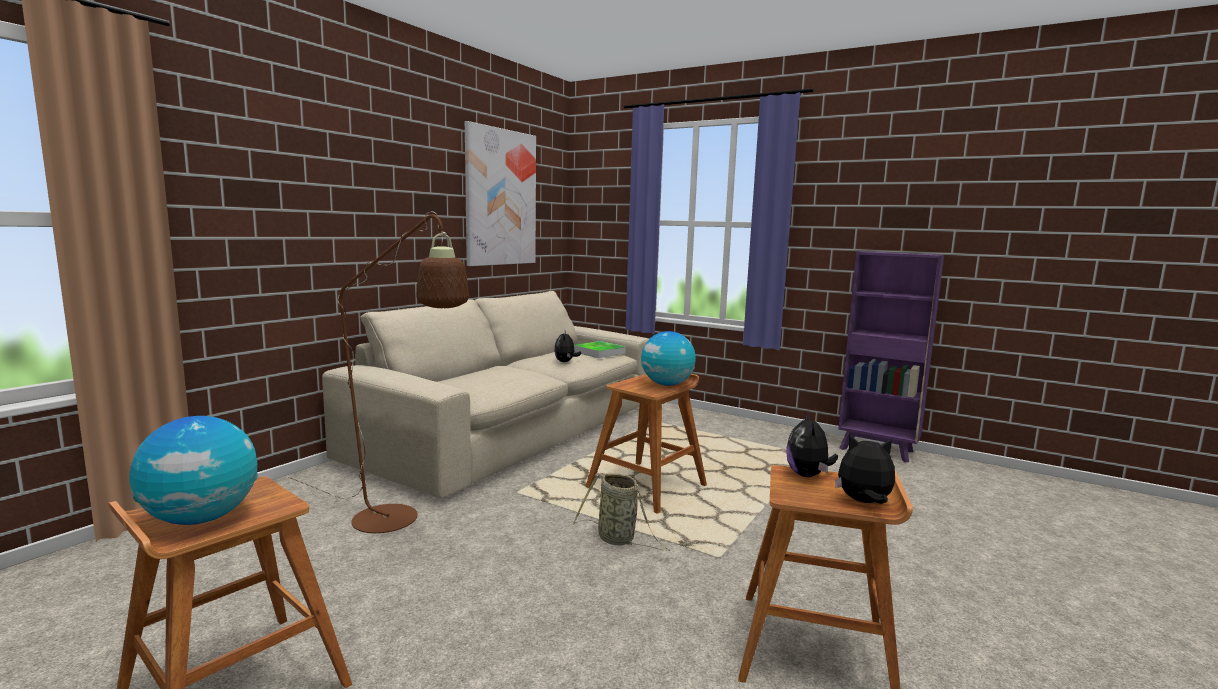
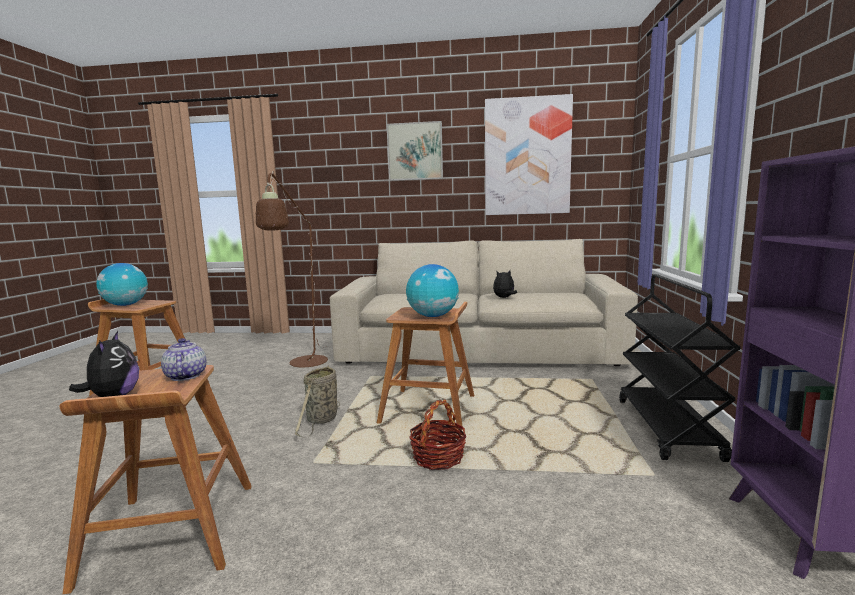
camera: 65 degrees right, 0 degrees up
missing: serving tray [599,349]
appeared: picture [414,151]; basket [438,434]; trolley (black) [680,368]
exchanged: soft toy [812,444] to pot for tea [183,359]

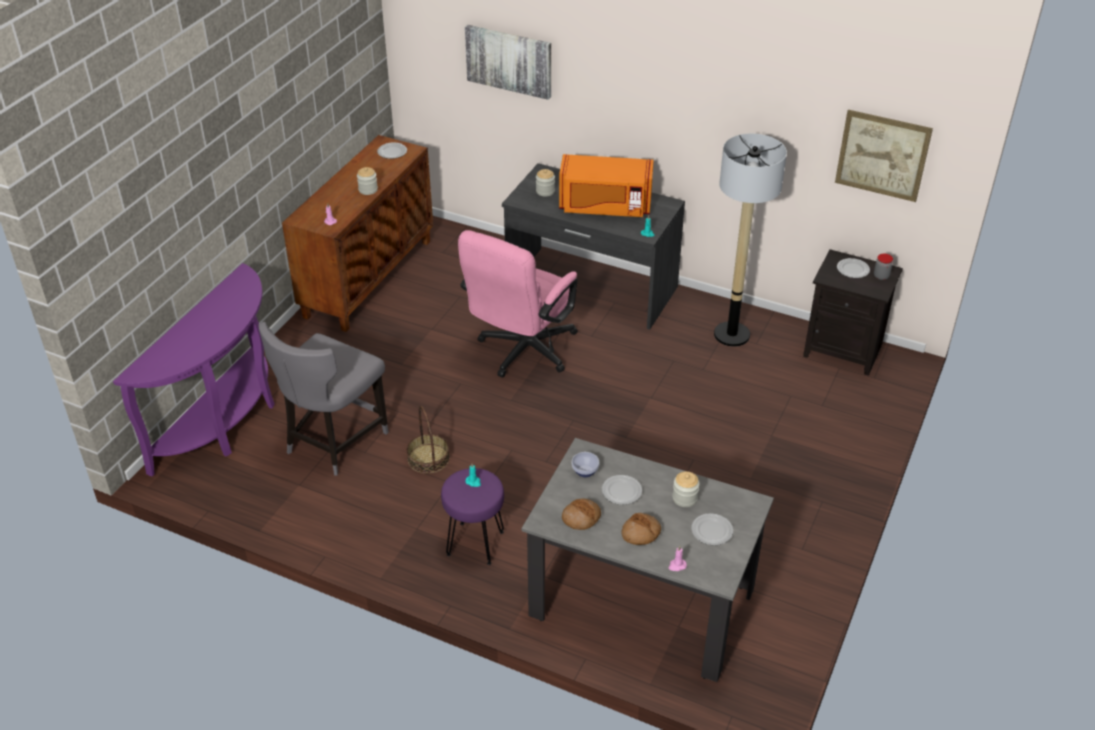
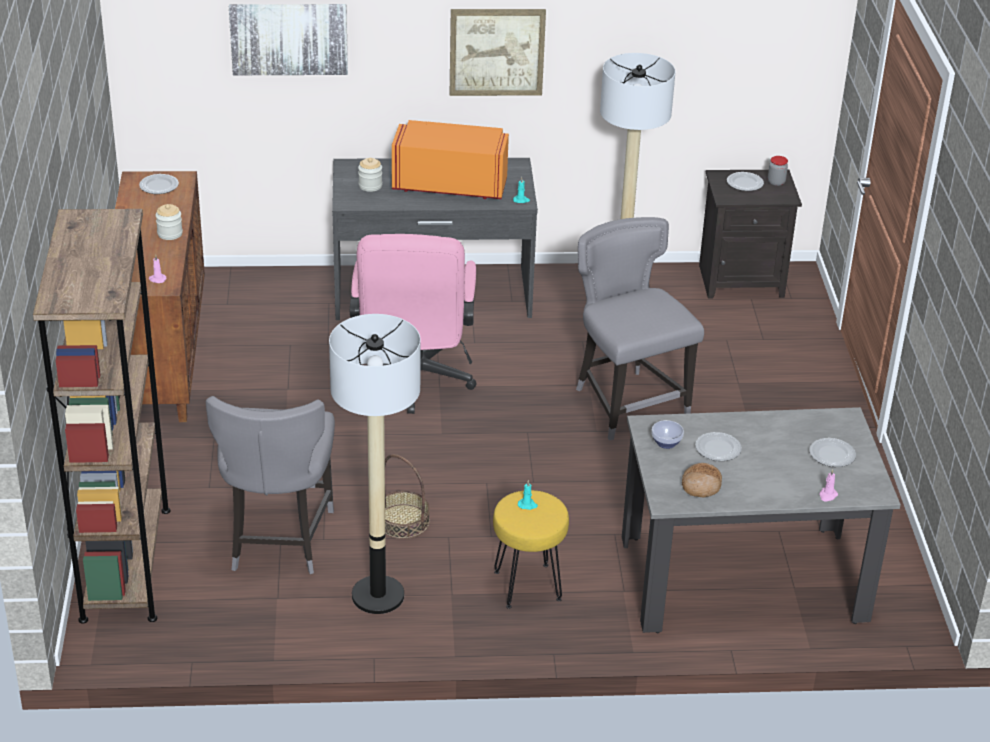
camera: 30 degrees left, 5 degrees down
missing: bread [641,529]; preserve jar [686,489]
appeared: standard lamp [375,464]; upright chair (gray) [640,329]
relocated: picture [884,156] to [498,52]
exchanged: hall table (purplish) [194,369] to shelving unit (brownish) [102,416]
colour: sitting stool (purplish) [472,516] to sitting stool (yellowish) [531,549]
spun: kitchen microwave (orange-coloured) [606,185] = [450,159] 150 degrees counterclockwise

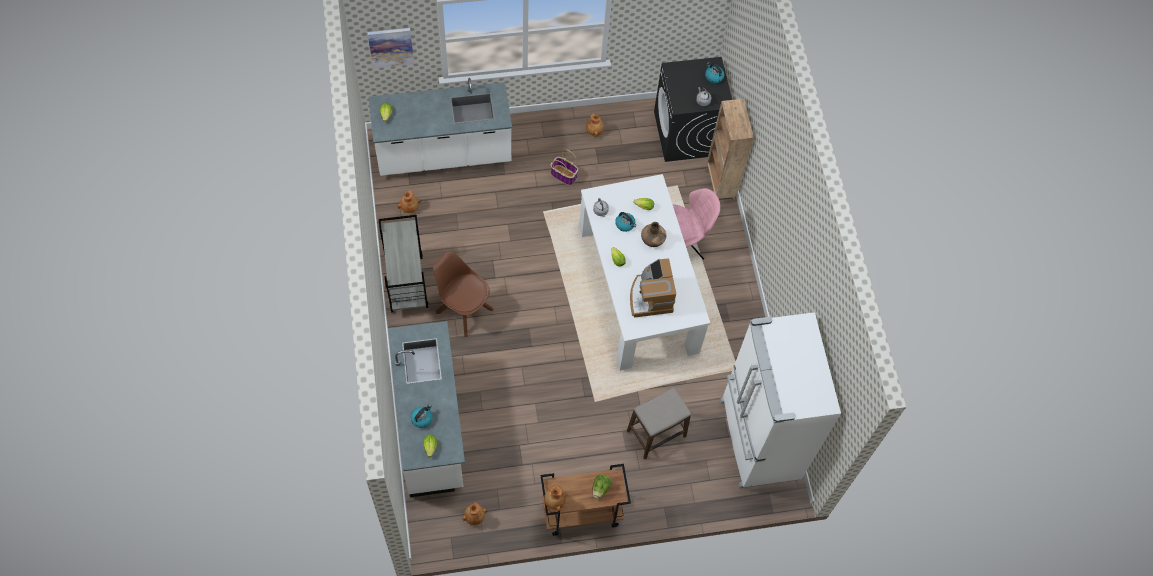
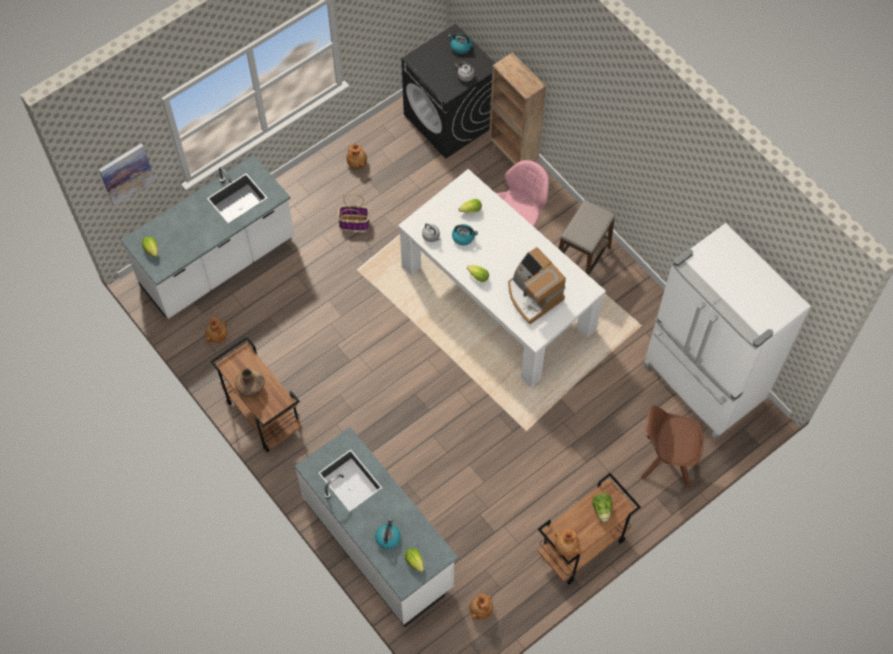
camera: 25 degrees left, 0 degrees up
relocated: upright chair (brownish) [463,294] to [672,446]; sitting stool [659,423] to [587,237]; vase (brownish) [653,234] to [250,382]
colour: trolley (gray) [403,263] to trolley (brownish) [256,394]

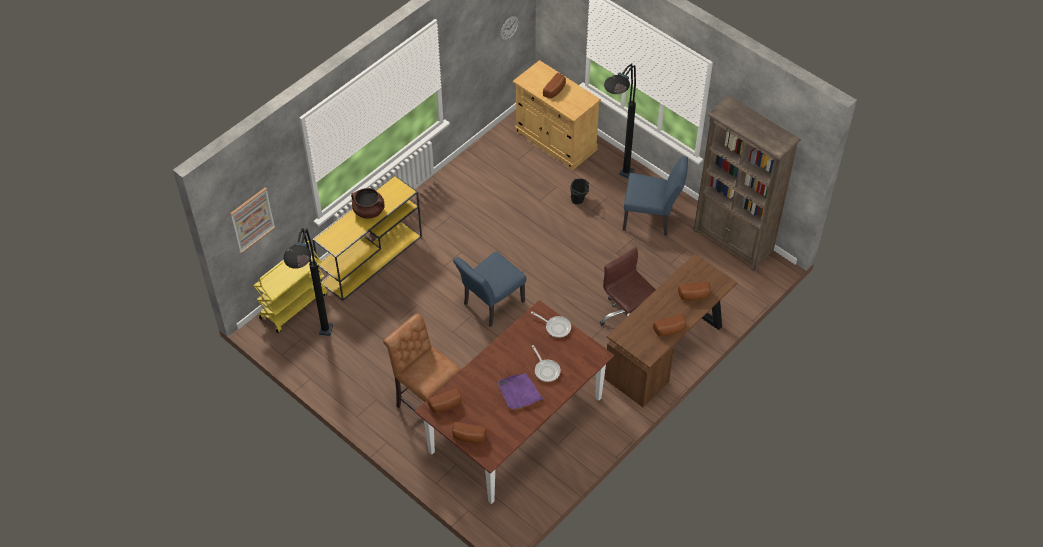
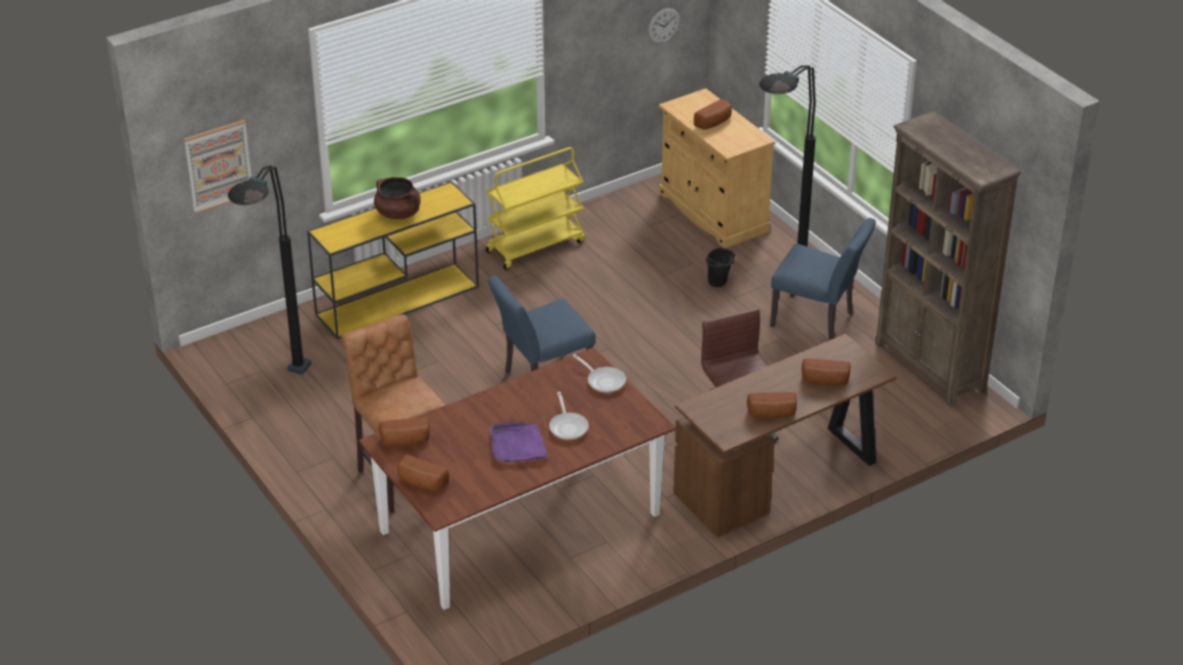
camera: 15 degrees right, 15 degrees down
relocated: trolley (yellowish) [291,287] to [535,208]

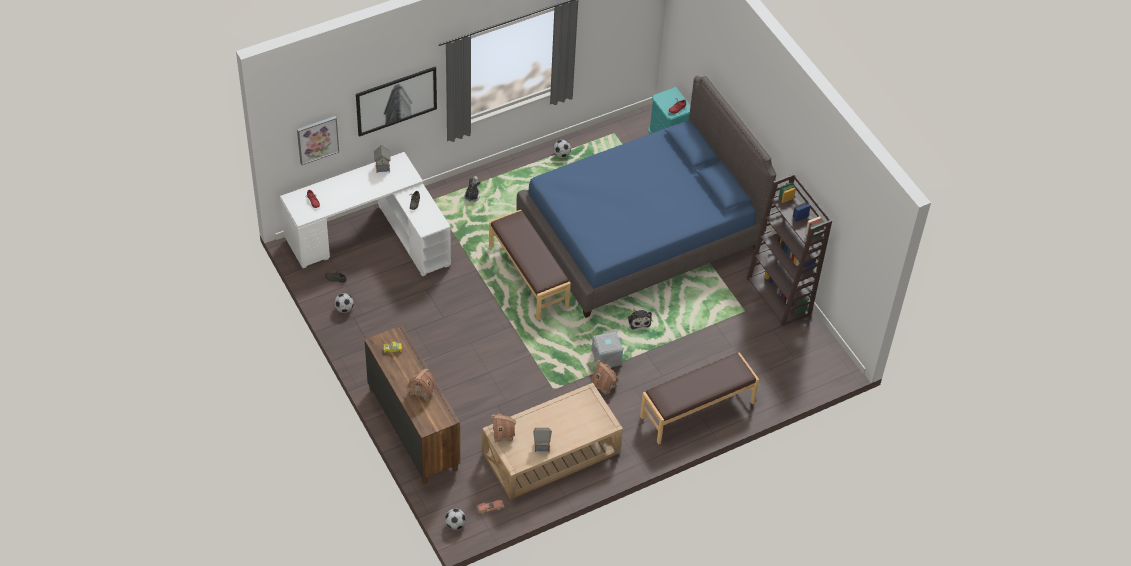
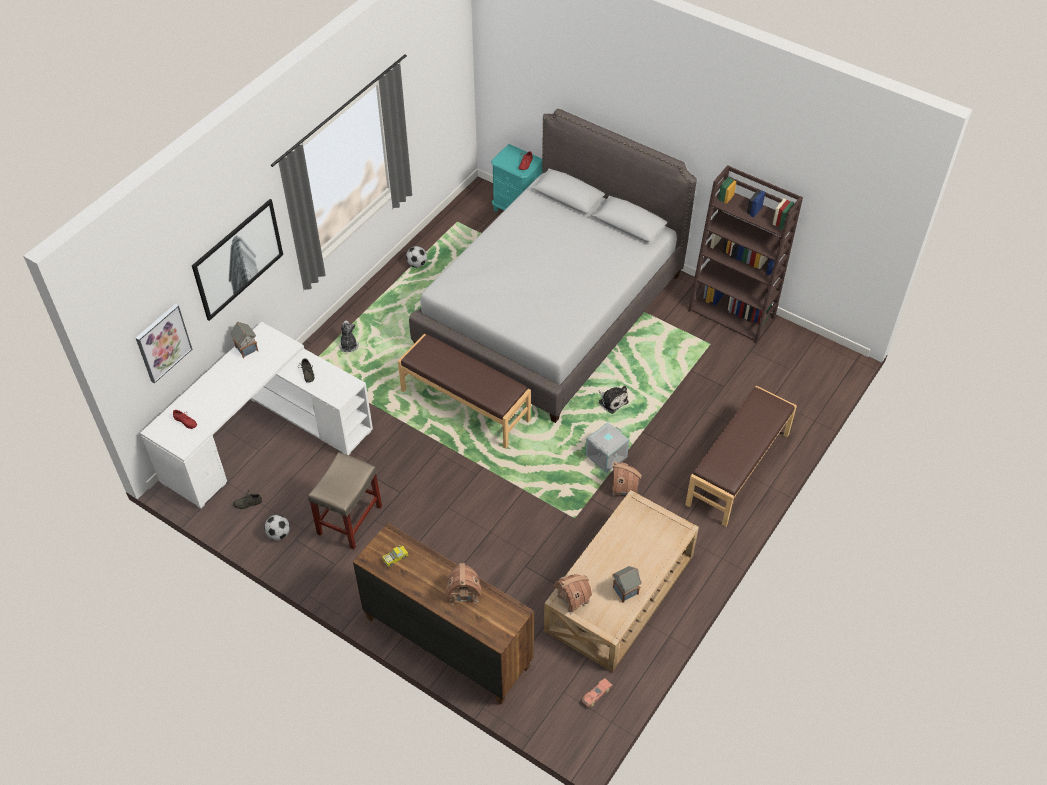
camera: 25 degrees left, 0 degrees up
missing: football [455,519]
appeared: sitting stool (sand-coloured) [345,501]
colour: bedroom bed (blue) [646,197] to bedroom bed (gray) [553,266]

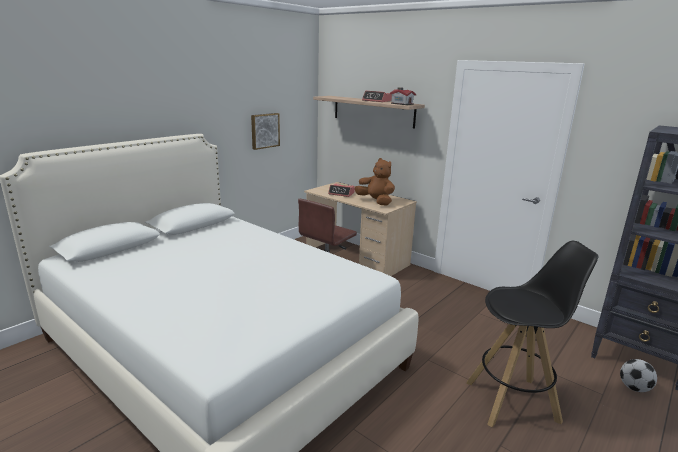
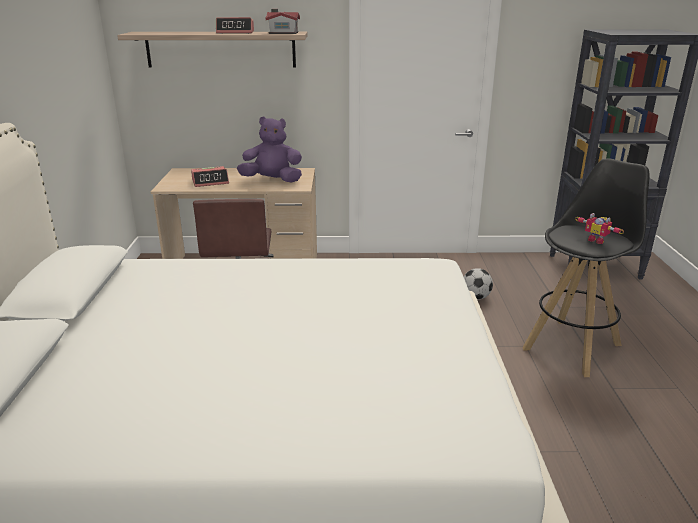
camera: 40 degrees left, 5 degrees up
missing: picture [265,131]
appeared: robot figure [599,228]
relocated: football [638,375] to [478,284]
colour: soft toy (brownish) [375,181] to soft toy (purplish) [269,149]

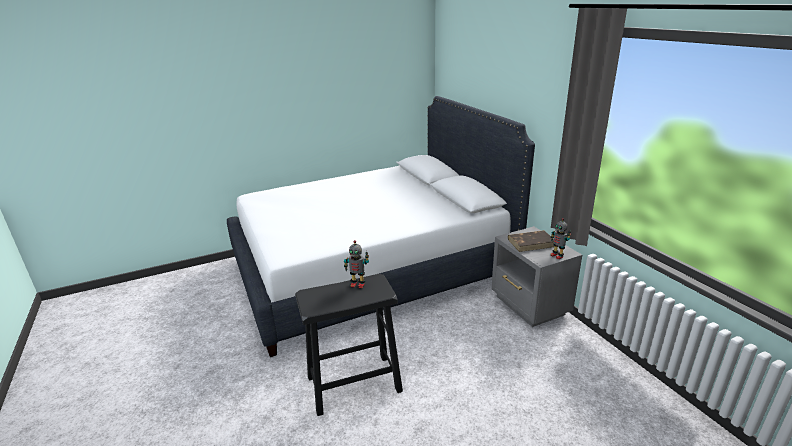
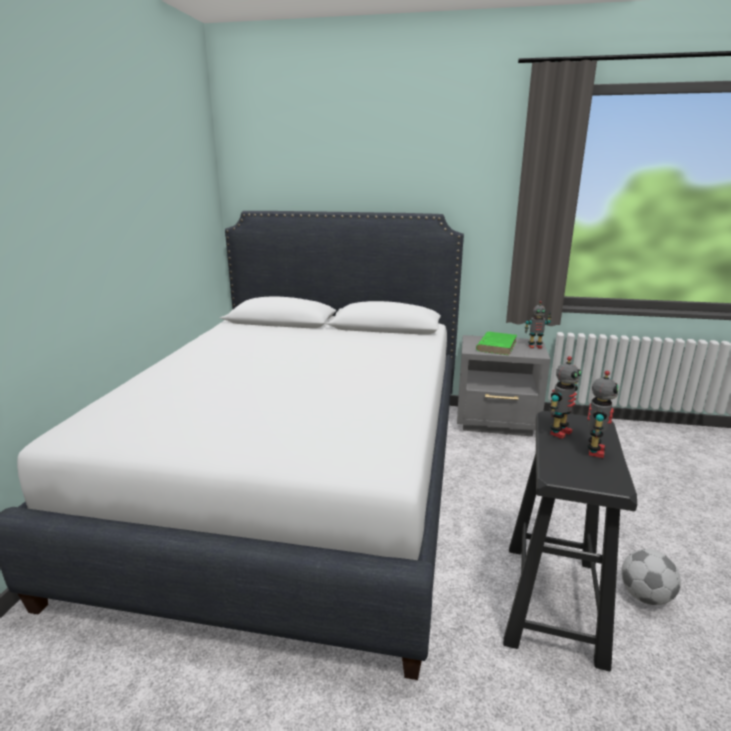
camera: 55 degrees left, 5 degrees down
appeared: robot figure [602,414]; football [651,577]
colour: book (brownish) [531,241] to book (greenish) [496,343]

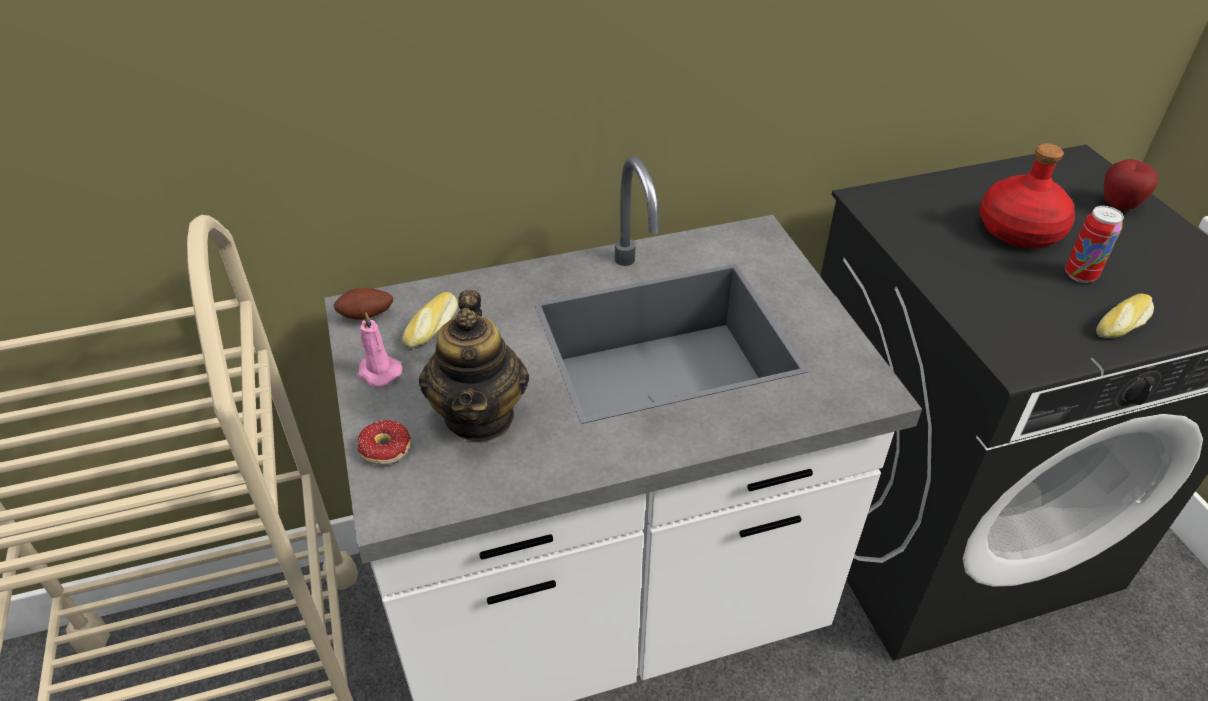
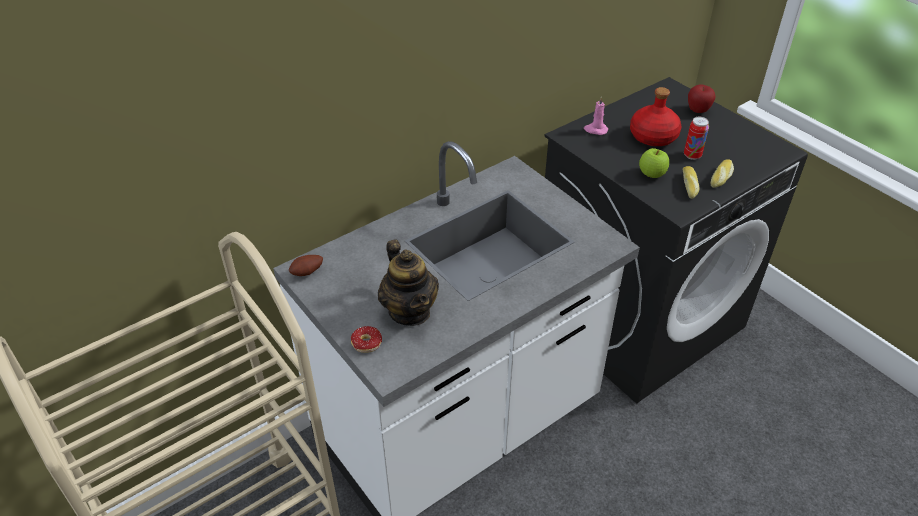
camera: 20 degrees left, 0 degrees up
appeared: apple [654,163]
relocated: wax light (pinkish) [380,349] to [596,115]; bread [430,320] to [690,182]

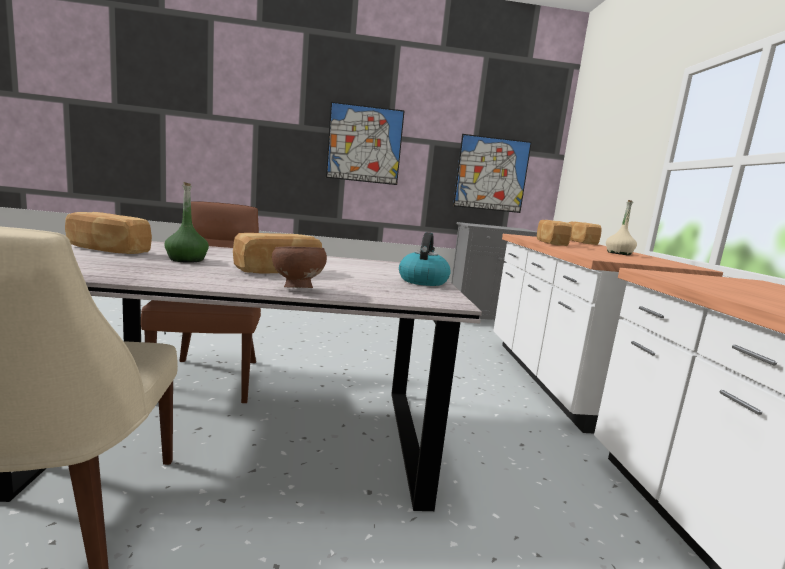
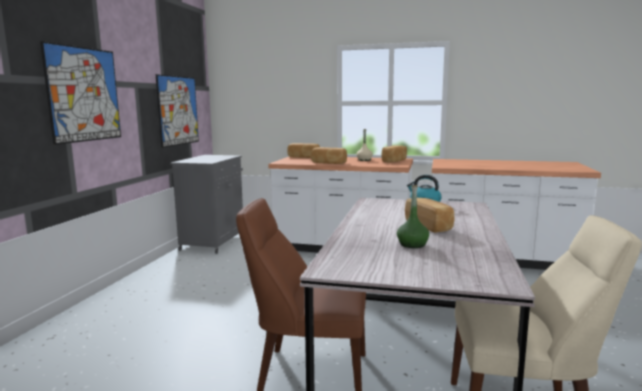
camera: 70 degrees left, 0 degrees up
missing: serving bowl (brownish) [299,267]
relocated: bread [108,233] to [394,153]

